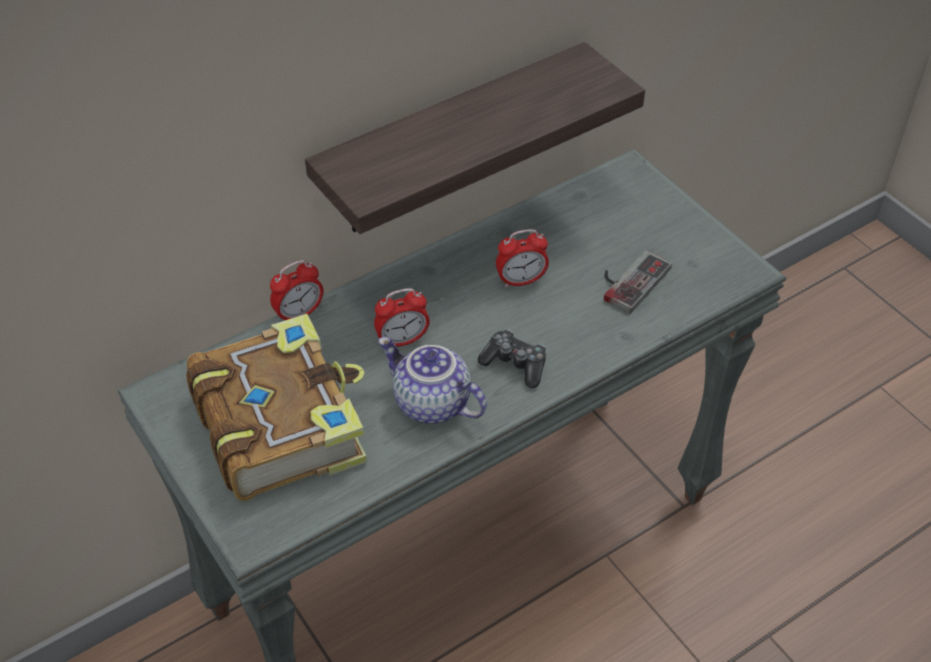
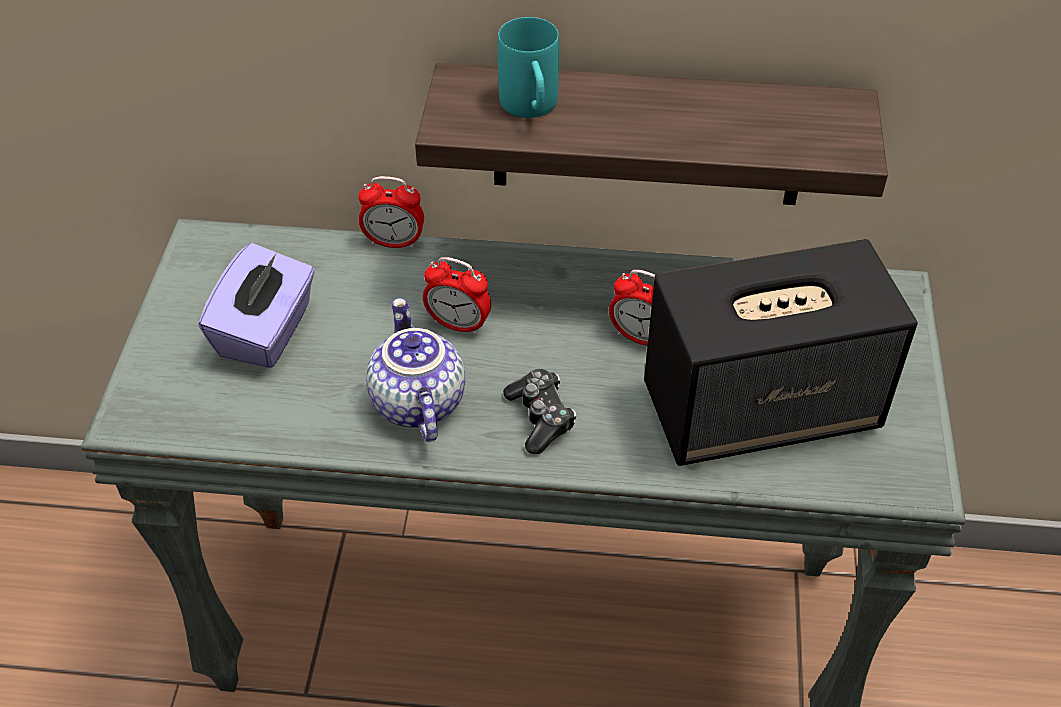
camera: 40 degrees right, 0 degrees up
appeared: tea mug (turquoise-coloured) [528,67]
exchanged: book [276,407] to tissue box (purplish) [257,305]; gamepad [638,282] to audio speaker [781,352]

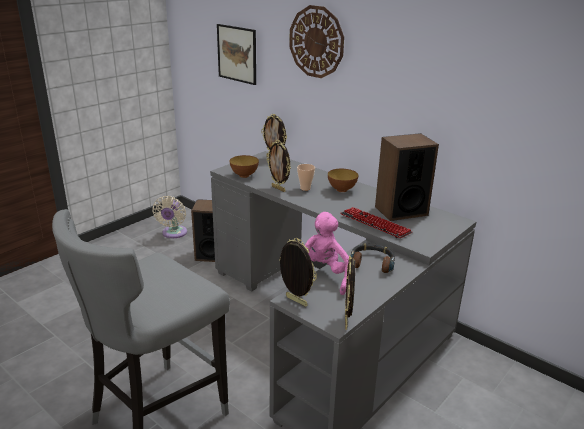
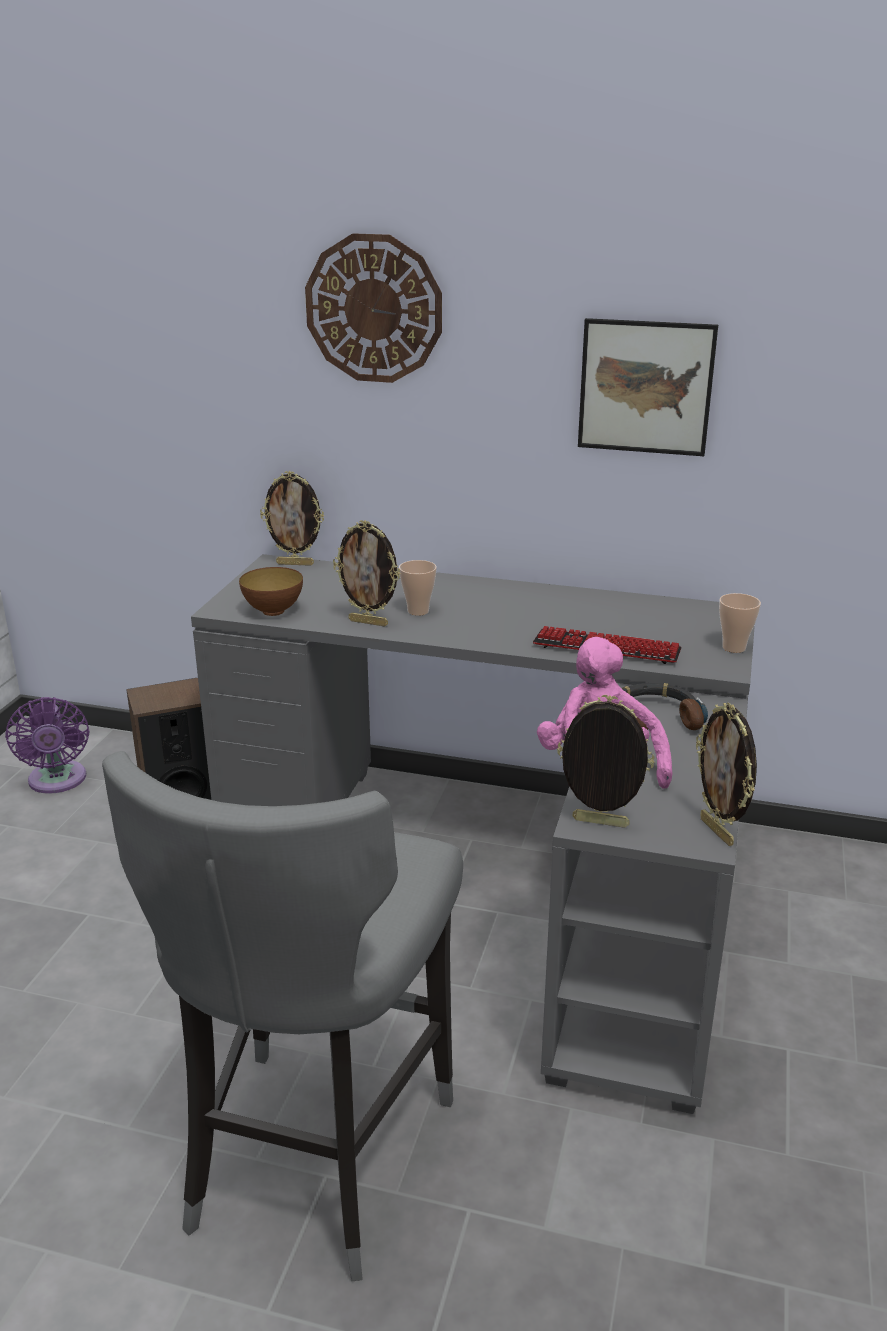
camera: 25 degrees left, 0 degrees up
missing: serving bowl [343,180]; audio speaker [407,177]
appeared: drinking cup [740,623]
relocated: picture [236,54] to [648,387]
colour: fan (sand-coloured) [169,217] to fan (purplish) [47,745]

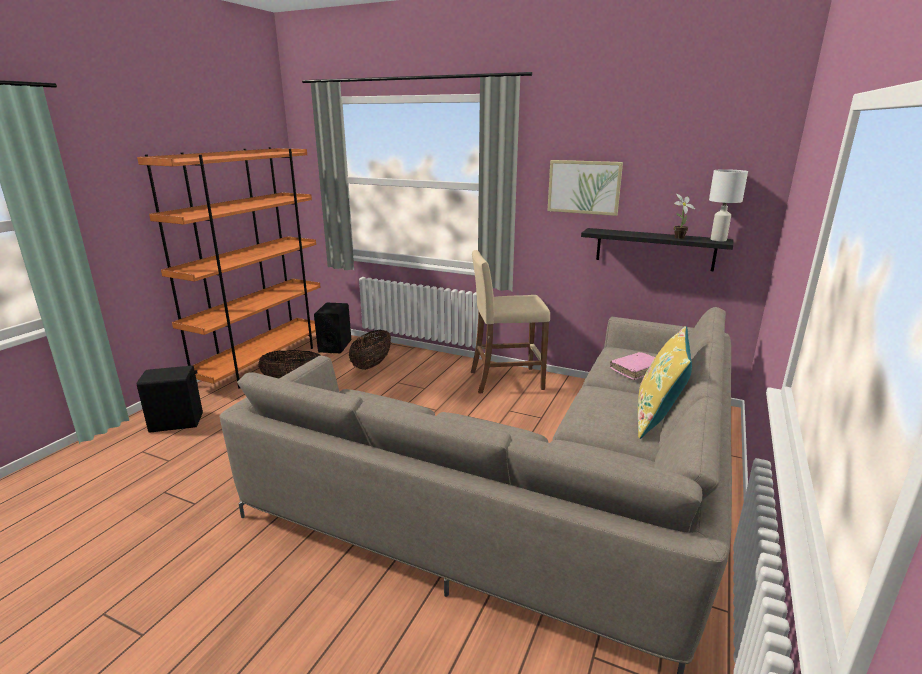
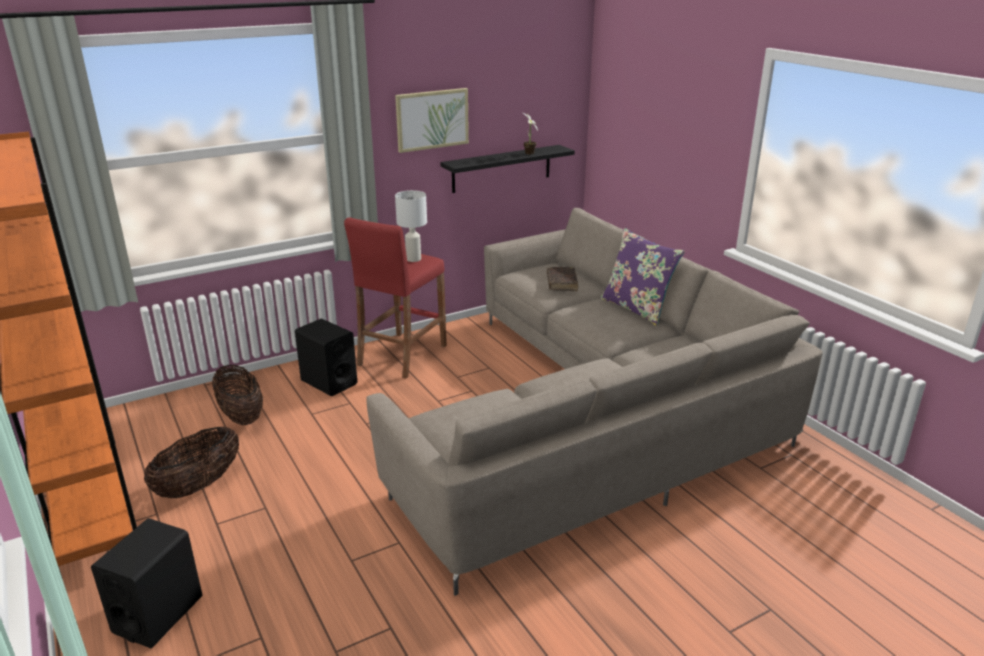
camera: 55 degrees left, 5 degrees up
relocated: audio speaker (black) [332,328] to [326,357]; lamp for a table (white-coloured) [728,205] to [411,226]
colour: sitting stool (sand-coloured) [510,321] to sitting stool (red-coloured) [395,298]; book (pinkish) [632,366] to book (brownish) [562,279]; cushion (yellowish) [665,382] to cushion (purplish) [642,277]

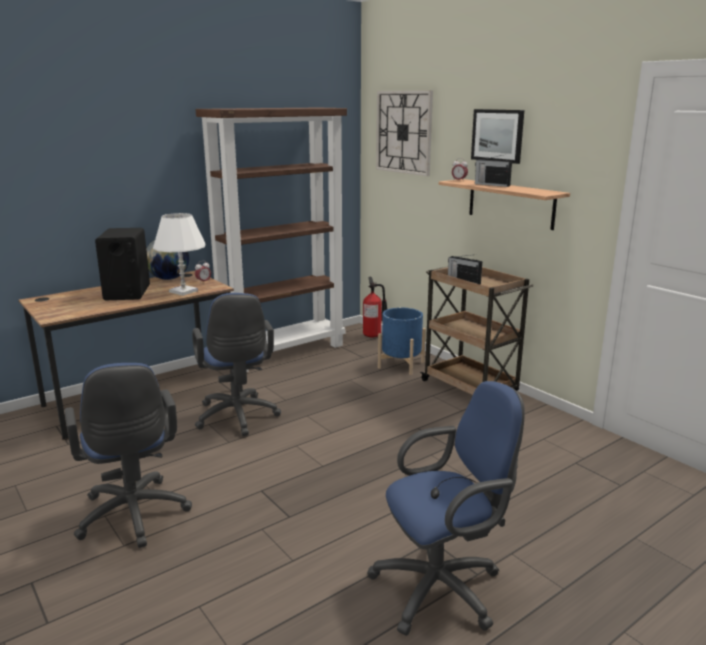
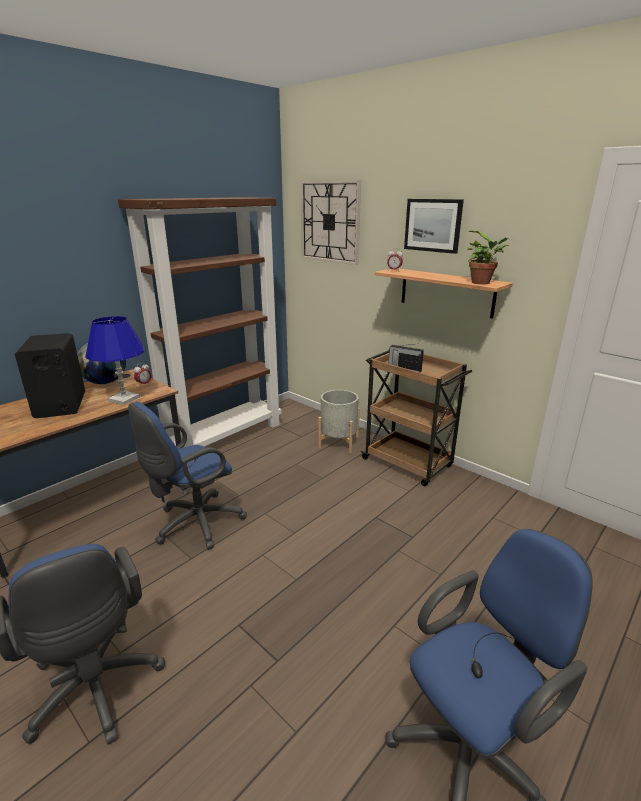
camera: 10 degrees left, 5 degrees up
missing: fire-fighting cylinder [375,307]; radio set [493,170]
appeared: plant in a pot [488,257]
colour: lamp for a table (white-coloured) [179,254] to lamp for a table (blue) [114,360]; flower pot (blue) [402,341] to flower pot (gray) [339,421]
spun: desk chair (blue) [236,364] = [187,476] 75 degrees clockwise

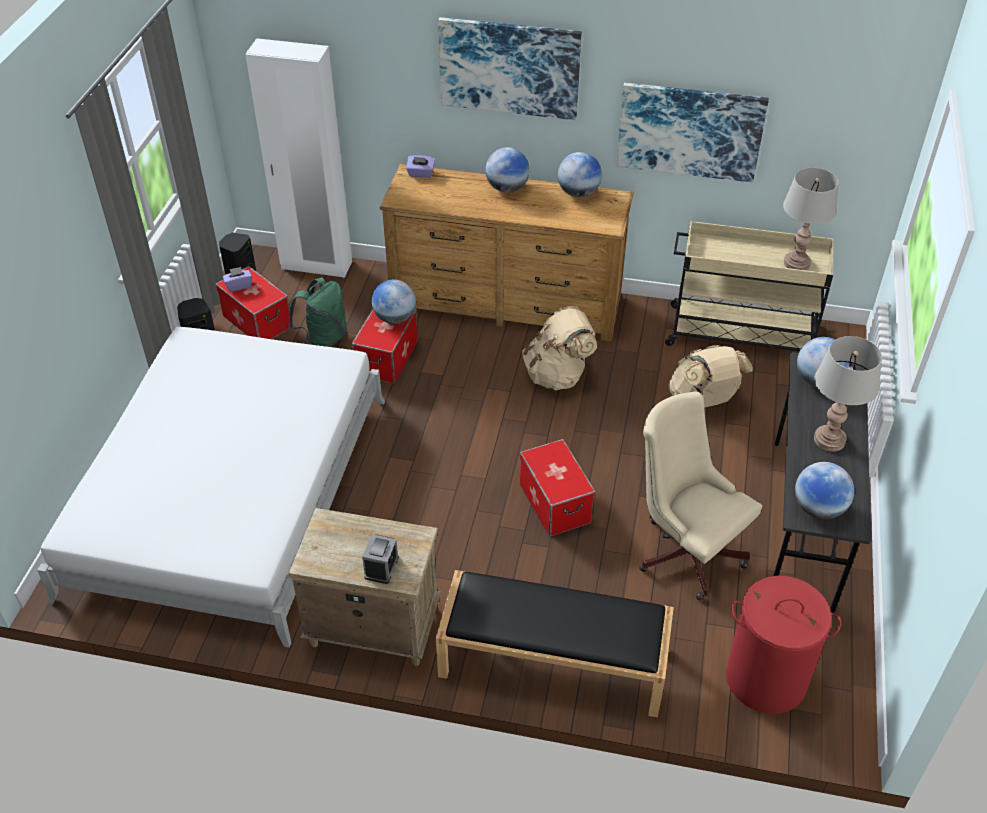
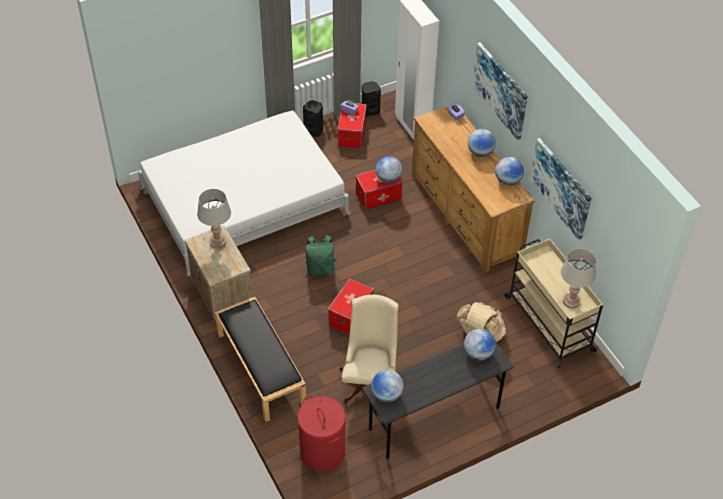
camera: 50 degrees right, 5 degrees up
missing: alarm clock [380,559]; rucksack (sand-coloured) [559,348]
relocated: rucksack (greenish) [318,312] to [320,255]; lamp for a table (gray) [848,394] to [214,219]

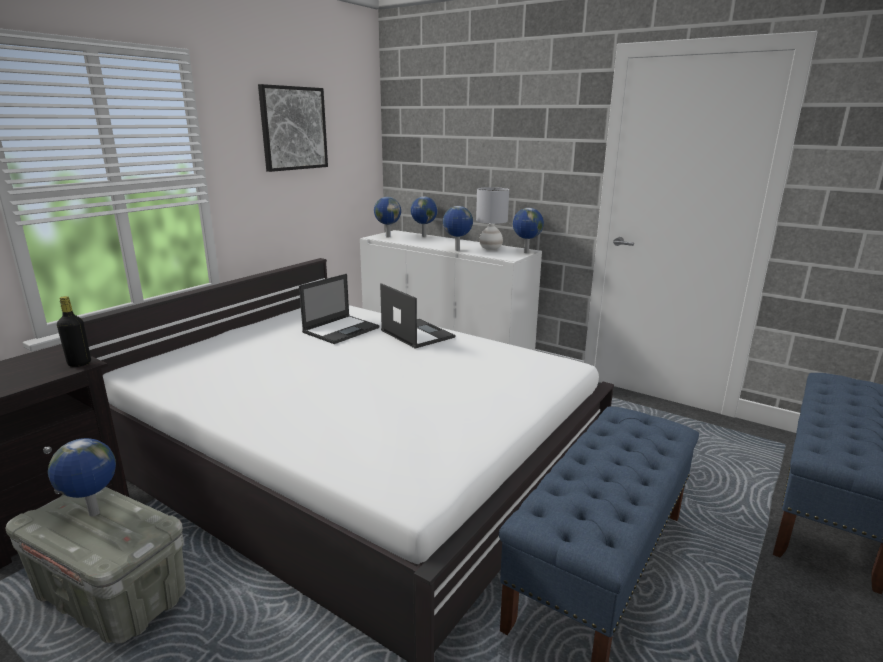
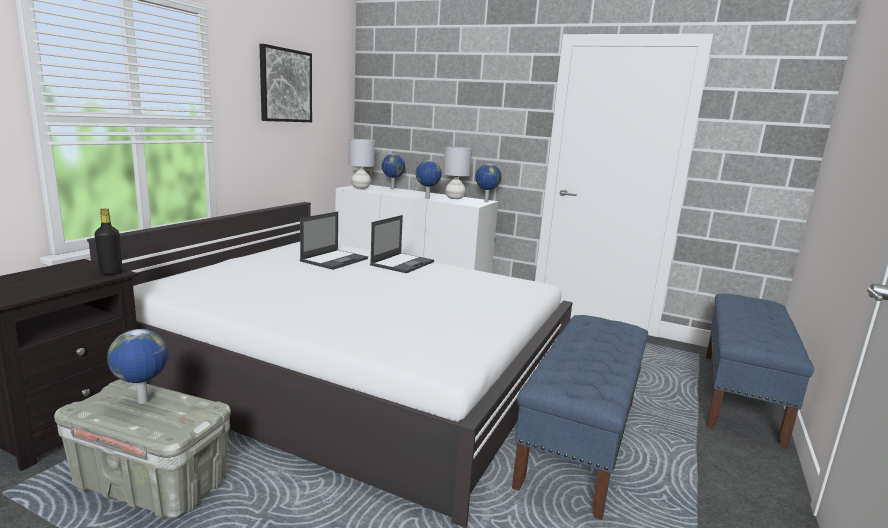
camera: 10 degrees left, 5 degrees down
exchanged: desk globe [387,217] to lamp for a table (gray) [361,164]
spun: portable computer [417,315] = [402,244] 75 degrees clockwise

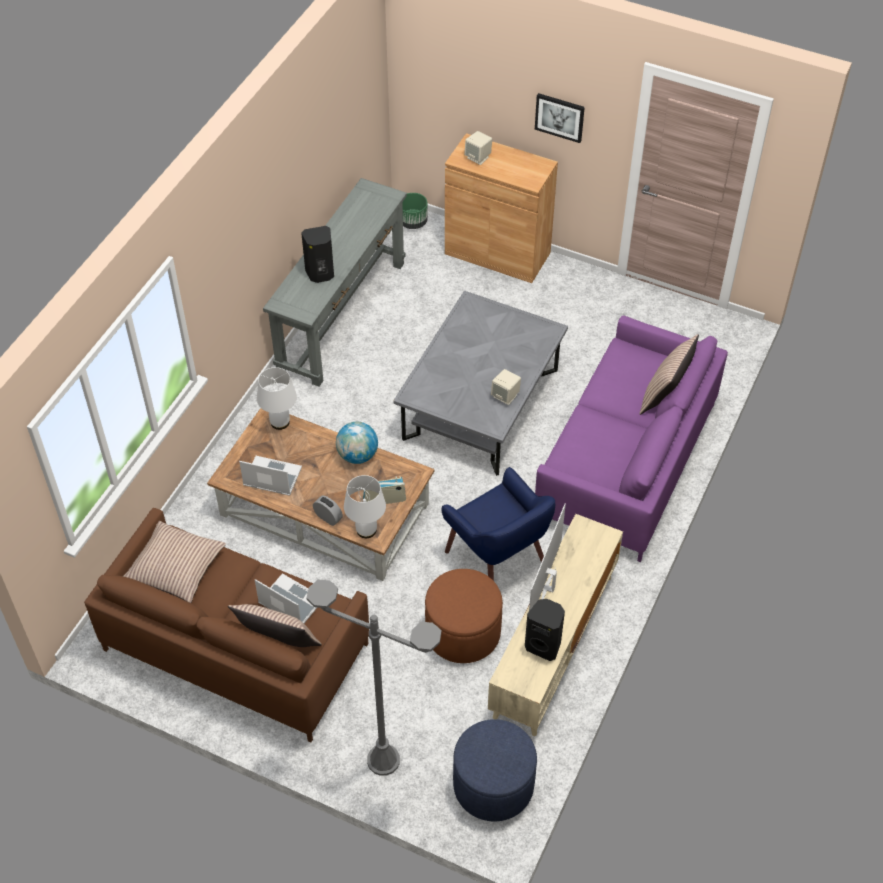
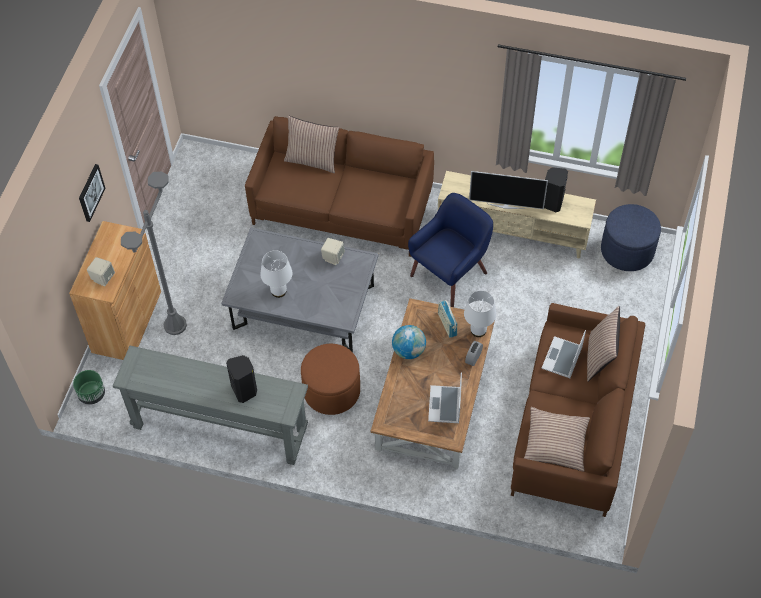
camera: 100 degrees left, 5 degrees up
relocated: lamp for a table (white-coloured) [277,398] to [276,274]; standard lamp (gray) [374,678] to [154,253]; footrest (brownish) [464,616] to [330,379]
colour: couch (purplish) [631,439] to couch (brownish) [339,186]

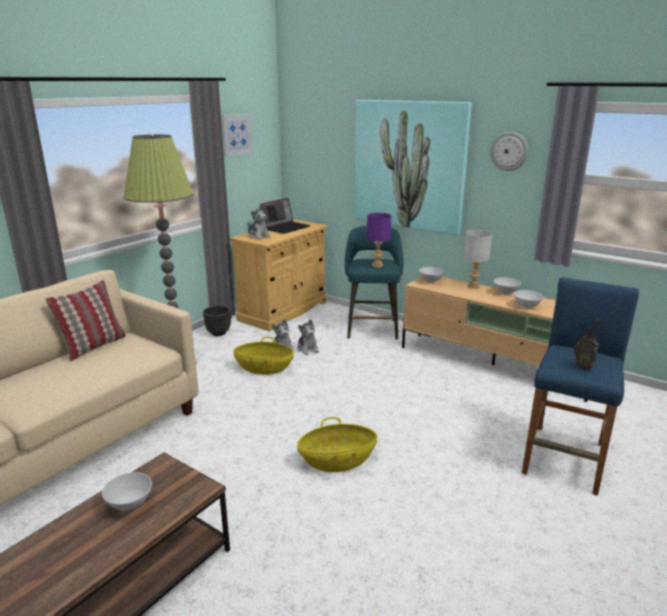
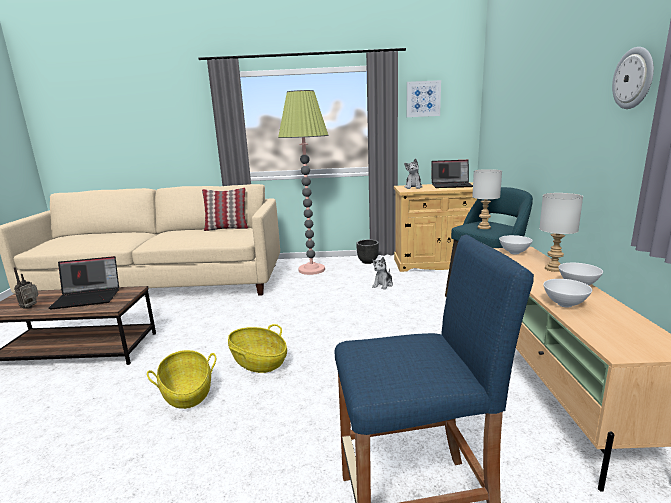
camera: 55 degrees right, 5 degrees down
missing: soft toy [308,337]; picture [413,167]
relocated: basket [263,356] to [181,379]; radio set [586,345] to [26,288]
exchanged: serving bowl (white-coloured) [127,491] to portable computer [83,283]
colour: lamp for a table (purplish) [379,240] to lamp for a table (gray) [487,199]

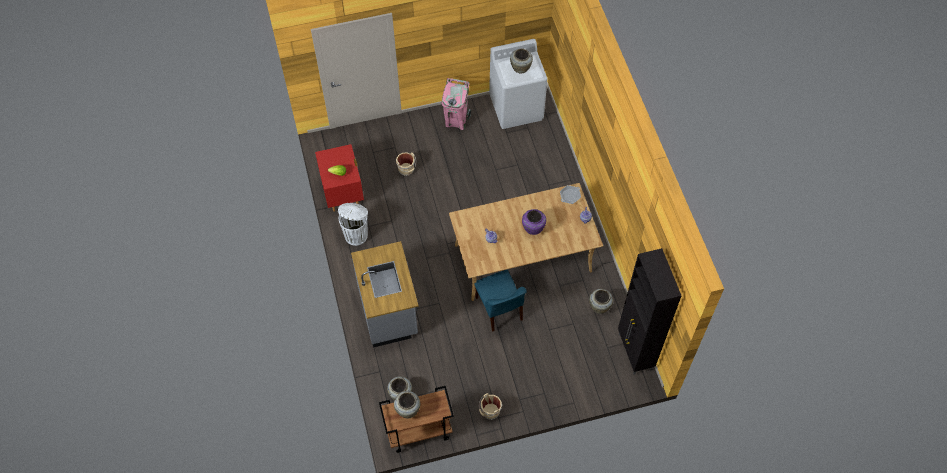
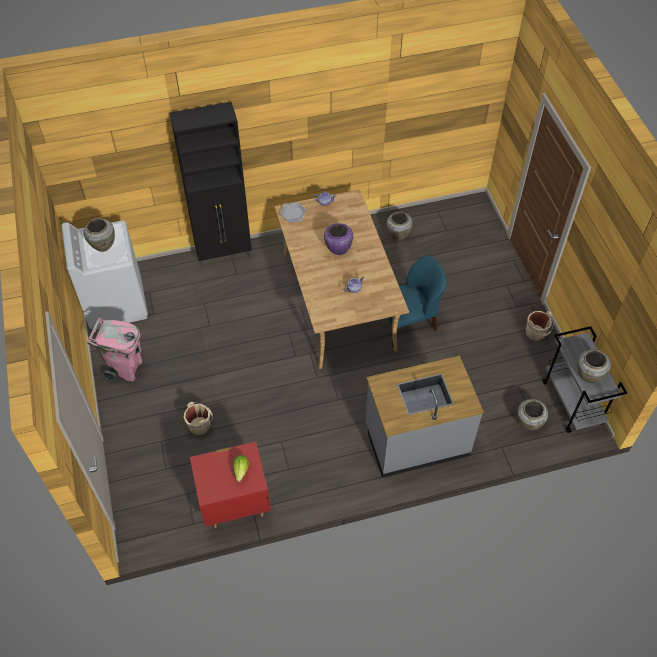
camera: 90 degrees left, 5 degrees down
missing: waste bin (white-coloured) [353,224]
relocated: cupboard (black) [650,311] to [211,184]
colour: trolley (brownish) [416,419] to trolley (gray) [585,379]

